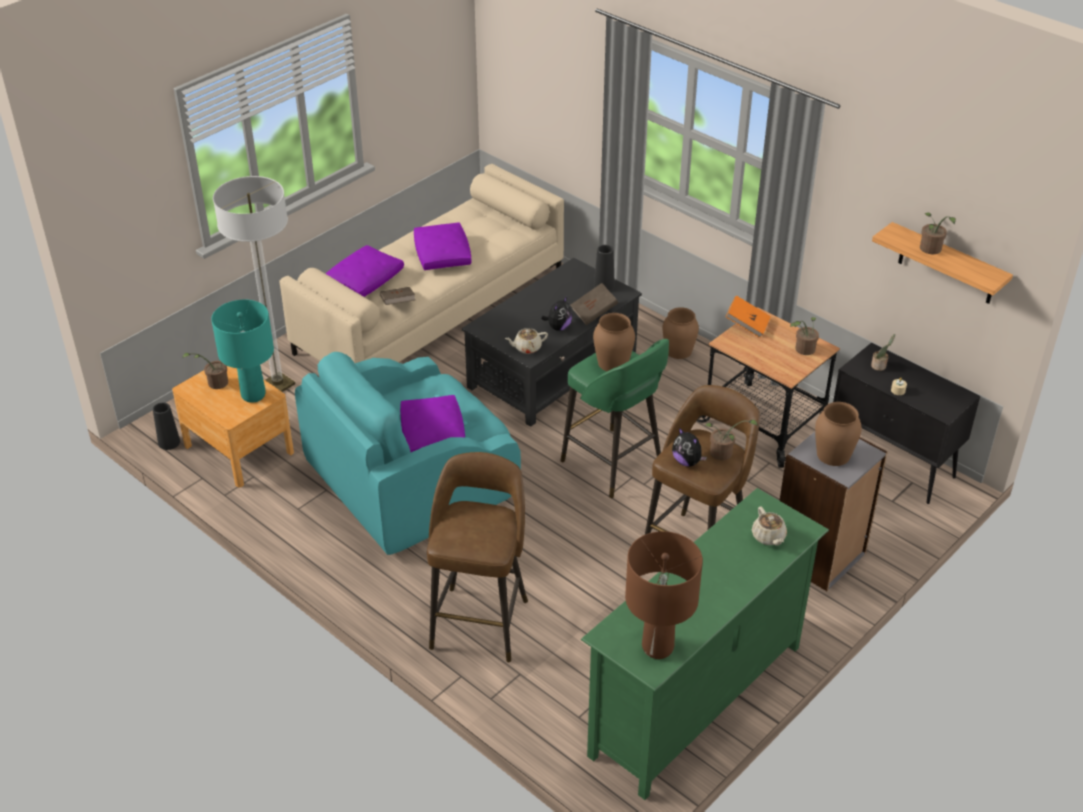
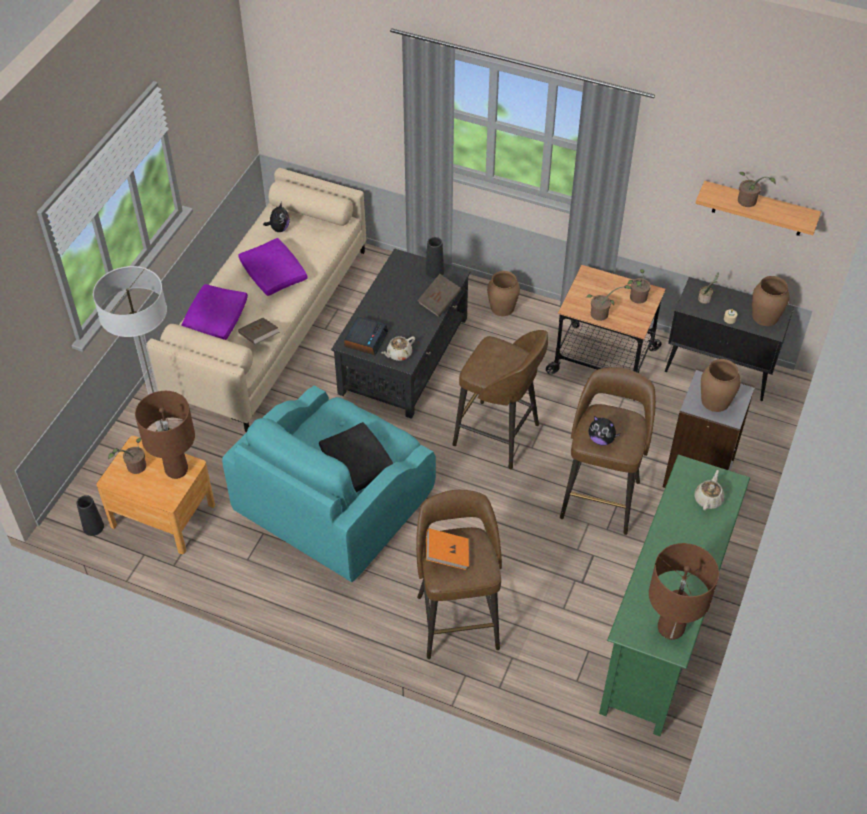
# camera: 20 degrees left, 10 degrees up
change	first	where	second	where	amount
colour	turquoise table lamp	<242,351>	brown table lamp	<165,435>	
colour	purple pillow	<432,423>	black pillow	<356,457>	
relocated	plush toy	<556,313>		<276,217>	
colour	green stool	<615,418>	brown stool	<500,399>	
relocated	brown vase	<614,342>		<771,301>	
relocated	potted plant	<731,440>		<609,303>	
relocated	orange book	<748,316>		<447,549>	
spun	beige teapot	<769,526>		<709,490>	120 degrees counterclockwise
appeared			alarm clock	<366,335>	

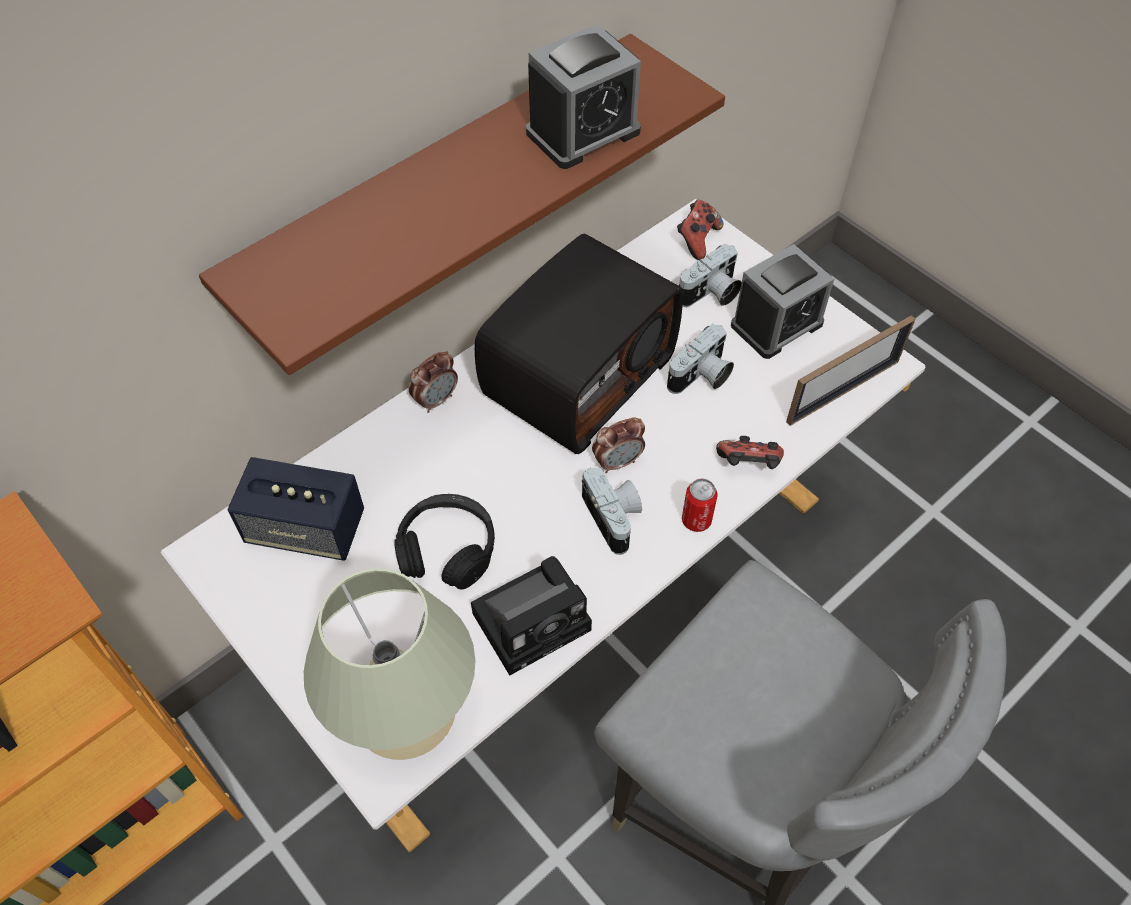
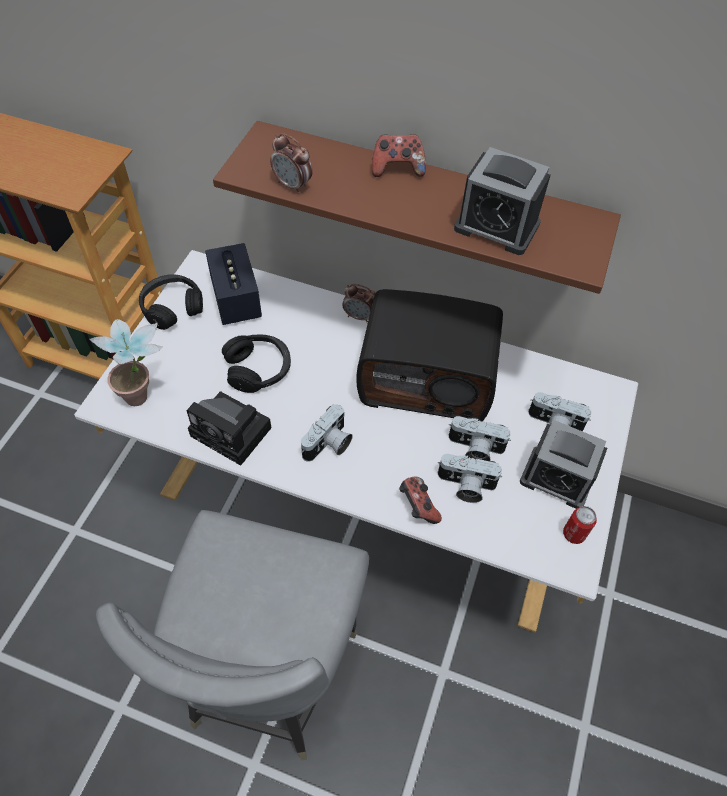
# camera: 60 degrees right, 0 degrees up
change	first	where	second	where	amount
exchanged	beige table lamp	<390,664>	potted plant	<126,362>	
relocated	alarm clock	<618,445>		<291,163>	
relocated	game controller	<700,230>		<399,155>	
relocated	can	<700,505>		<580,525>	
missing	picture frame	<850,370>			
appeared			black headphones	<171,302>	
appeared			photo camera	<470,478>	

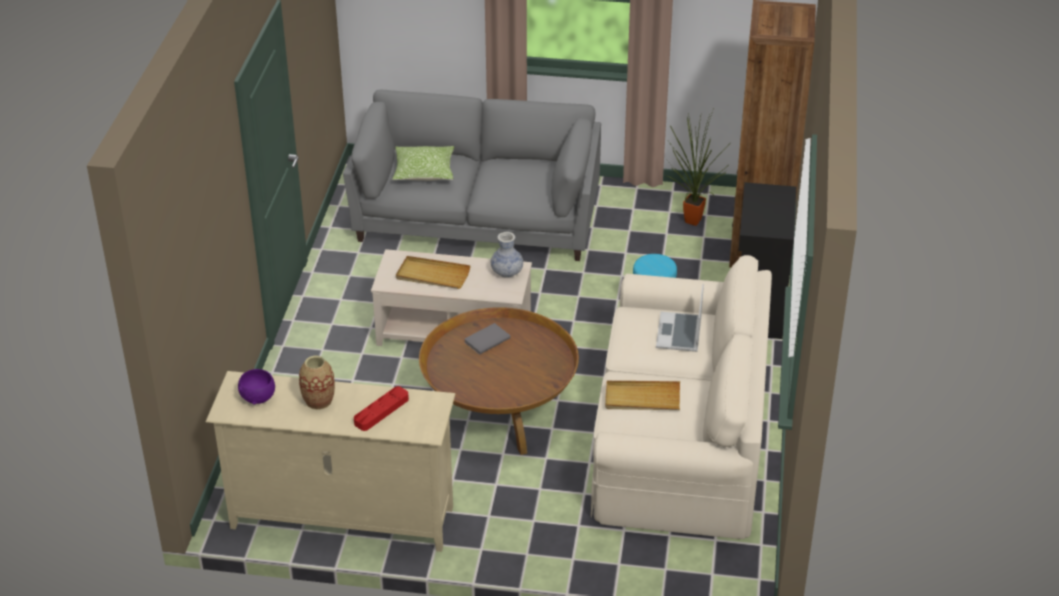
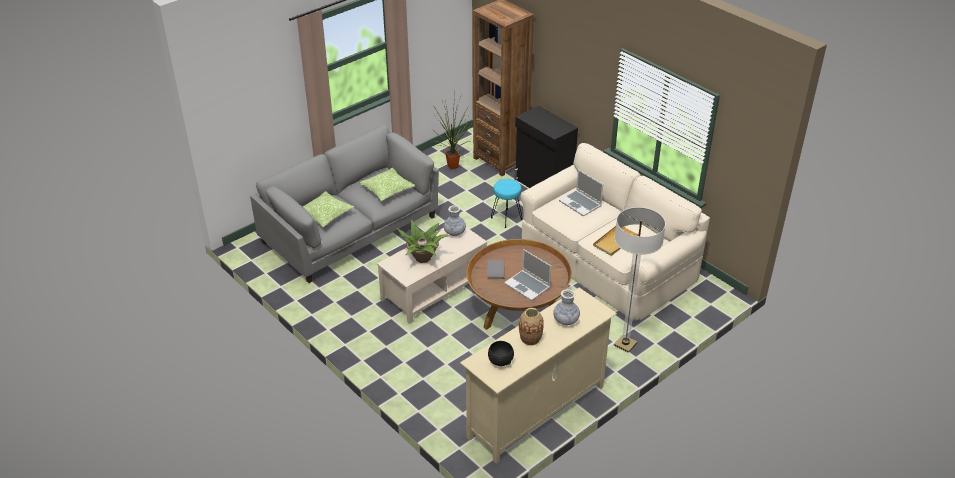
# camera: 50 degrees left, 0 degrees up
change	first	where	second	where	amount
colour	purple bowl	<256,387>	black bowl	<501,353>	
exchanged	red tray	<381,408>	vase	<566,307>	
exchanged	beige tray	<433,272>	potted plant	<424,241>	
appeared			pillow	<387,184>	
appeared			laptop	<527,275>	
appeared			floor lamp	<640,280>	

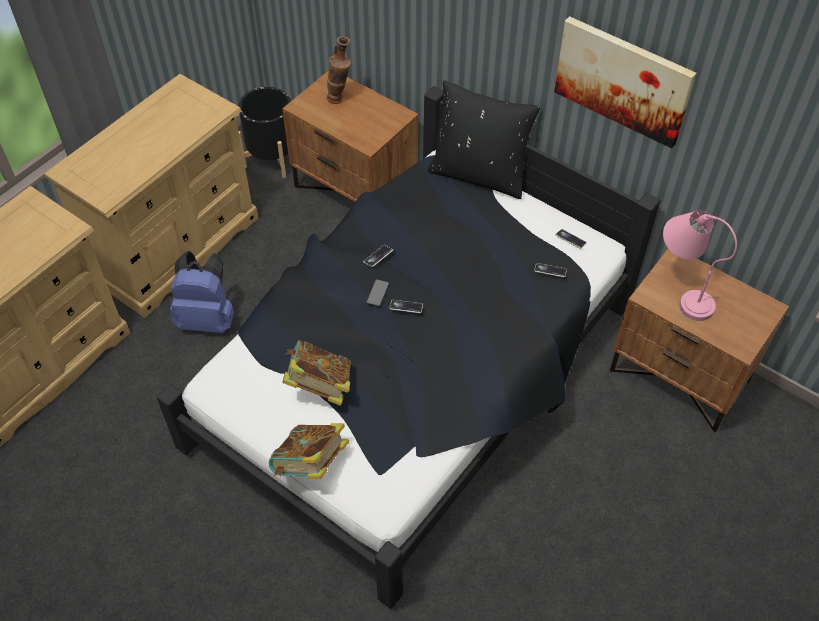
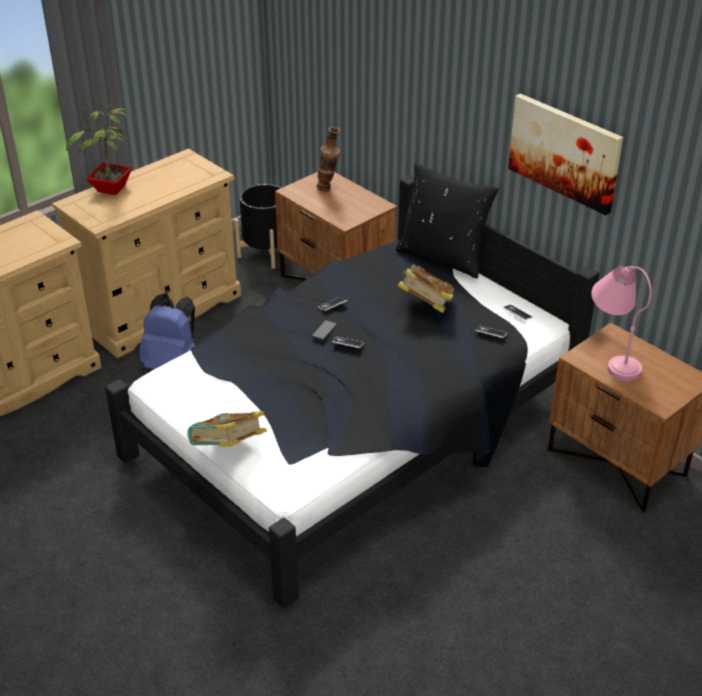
# camera: 10 degrees right, 15 degrees down
change	first	where	second	where	amount
relocated	book	<316,373>		<426,288>	
appeared			potted plant	<99,149>	

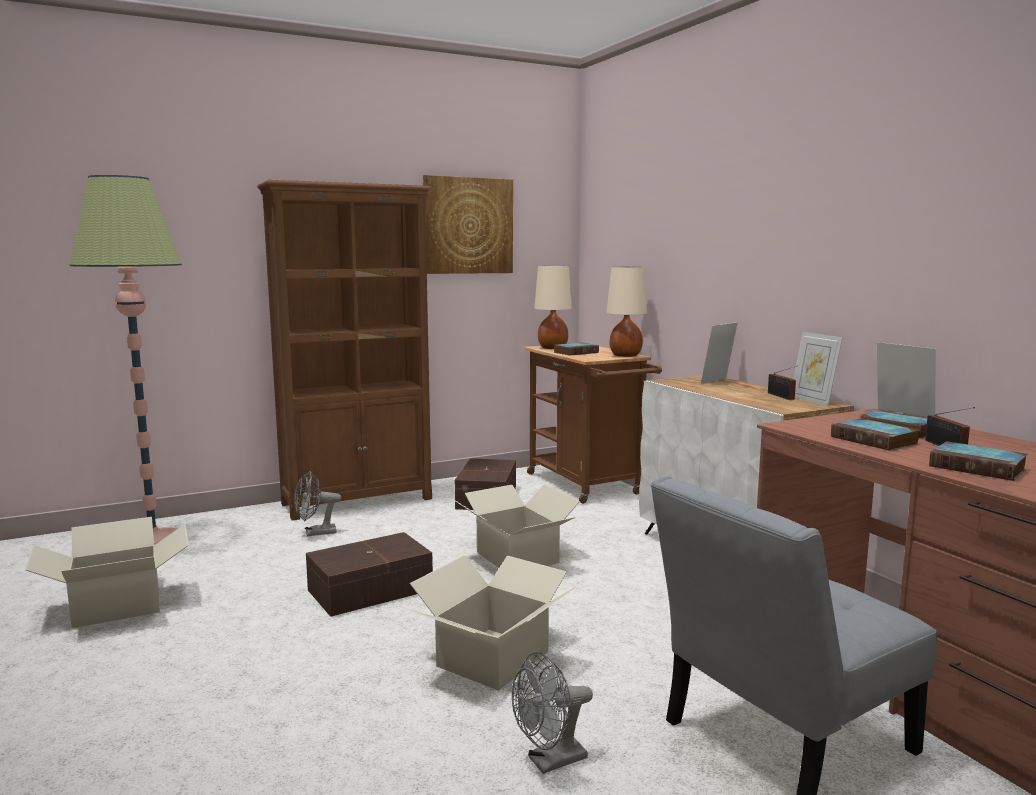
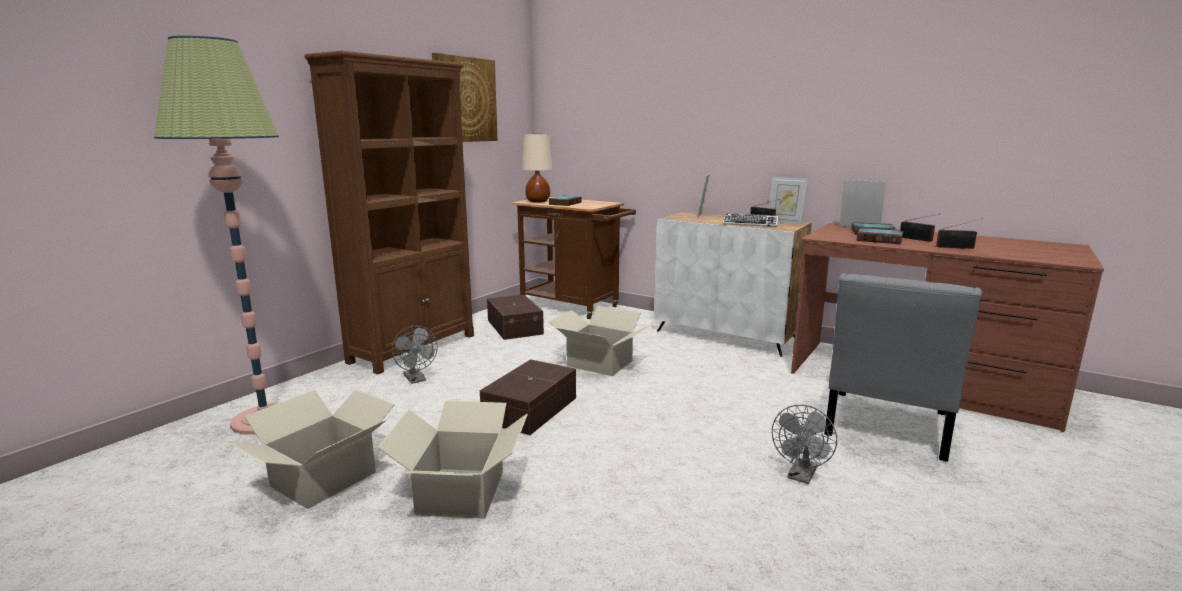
# camera: 30 degrees left, 5 degrees up
change	first	where	second	where	amount
spun	grey fan	<317,503>		<415,355>	75 degrees counterclockwise
relocated	cardboard box	<492,623>		<453,460>	
missing	beige table lamp	<627,312>			
exchanged	book	<978,461>	radio	<959,233>	
appeared			keyboard	<750,220>	

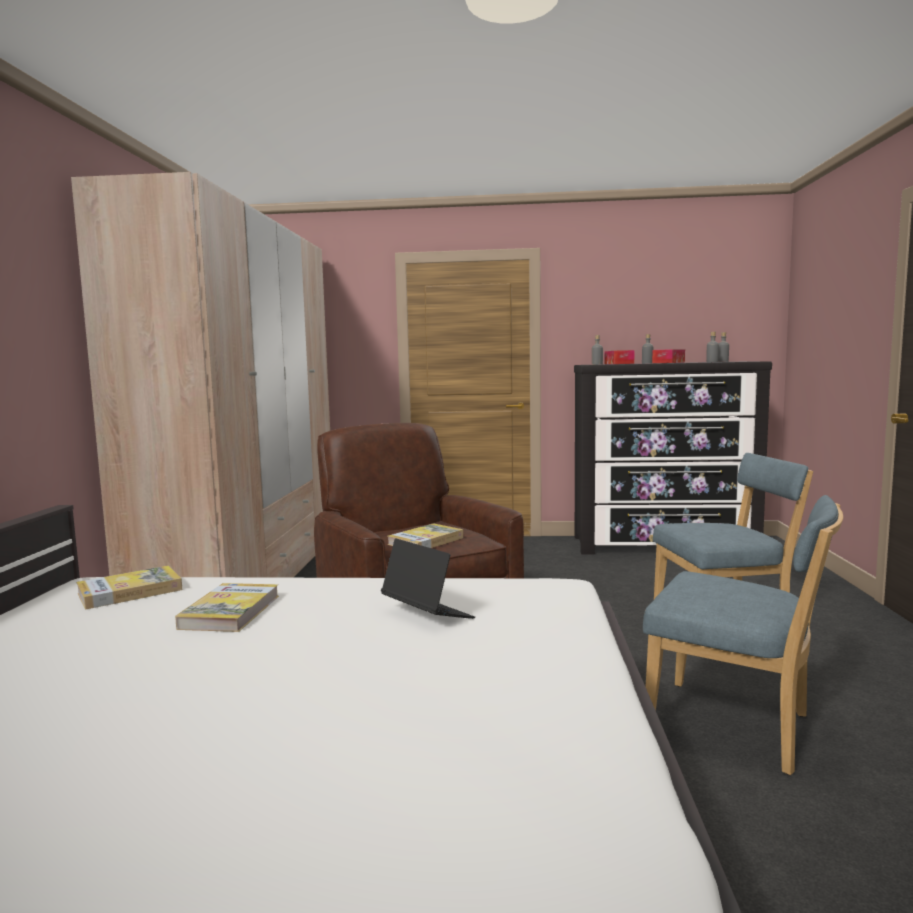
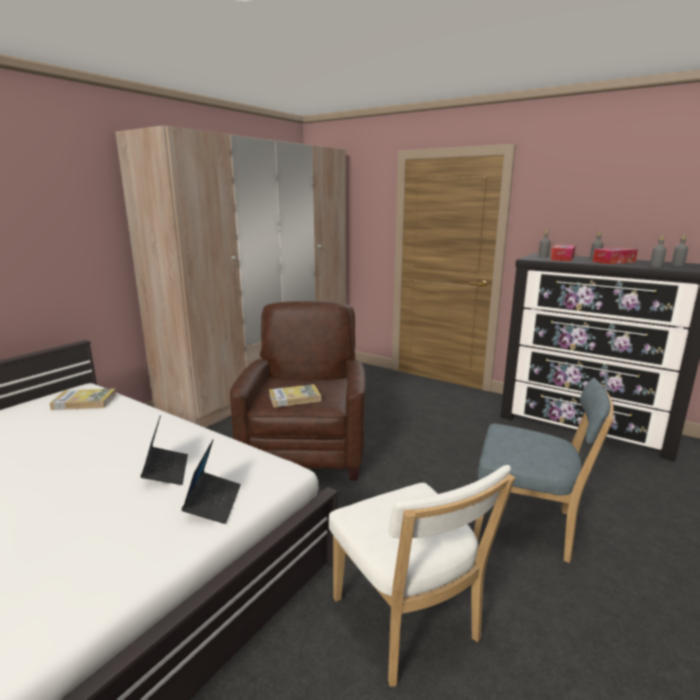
# camera: 30 degrees right, 10 degrees up
change	first	where	second	where	amount
missing	book	<227,607>			
colour	blue chair	<743,635>	white chair	<422,576>	
appeared			laptop	<211,481>	

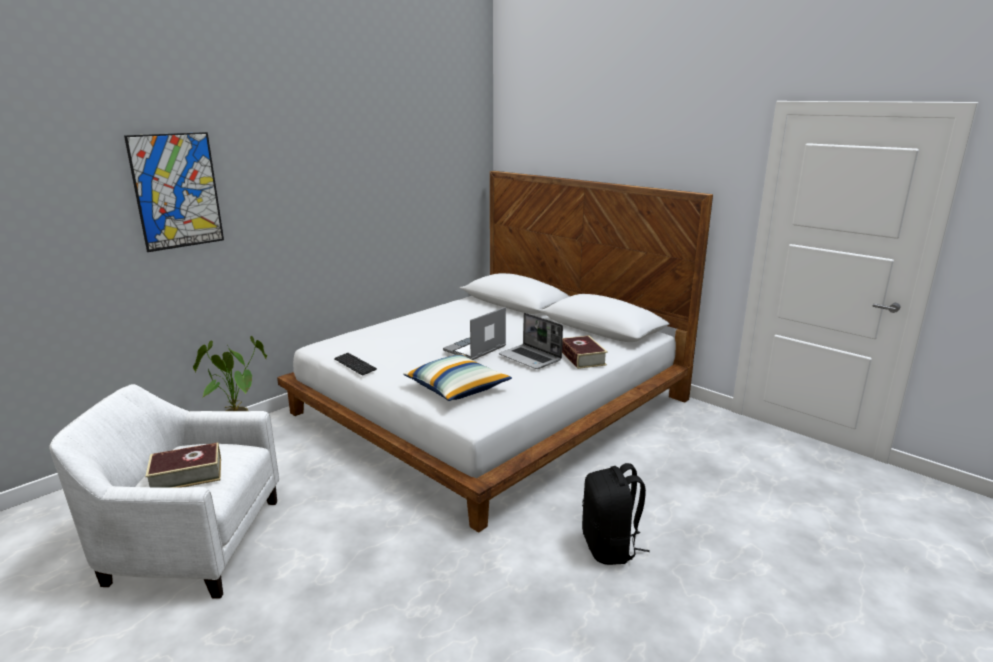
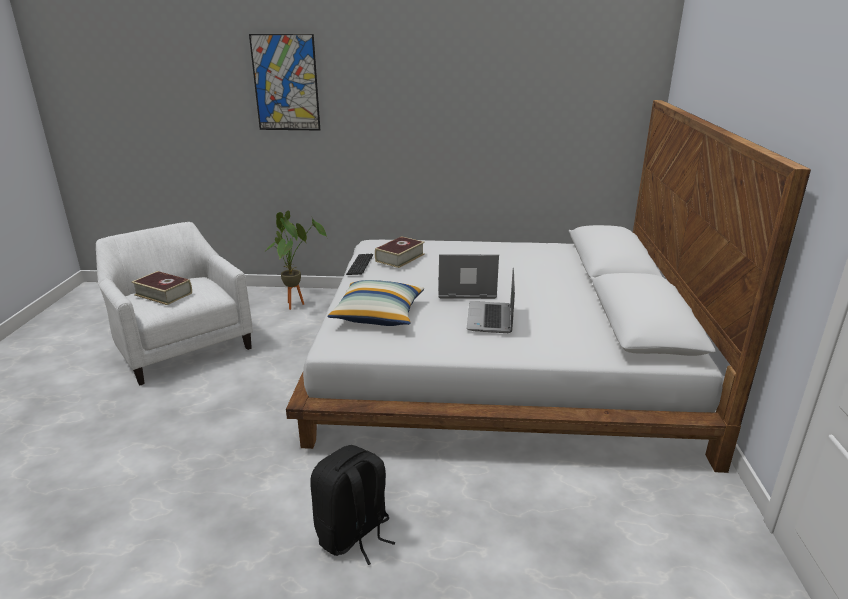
# camera: 50 degrees right, 5 degrees up
change	first	where	second	where	amount
relocated	book	<585,352>		<400,252>	

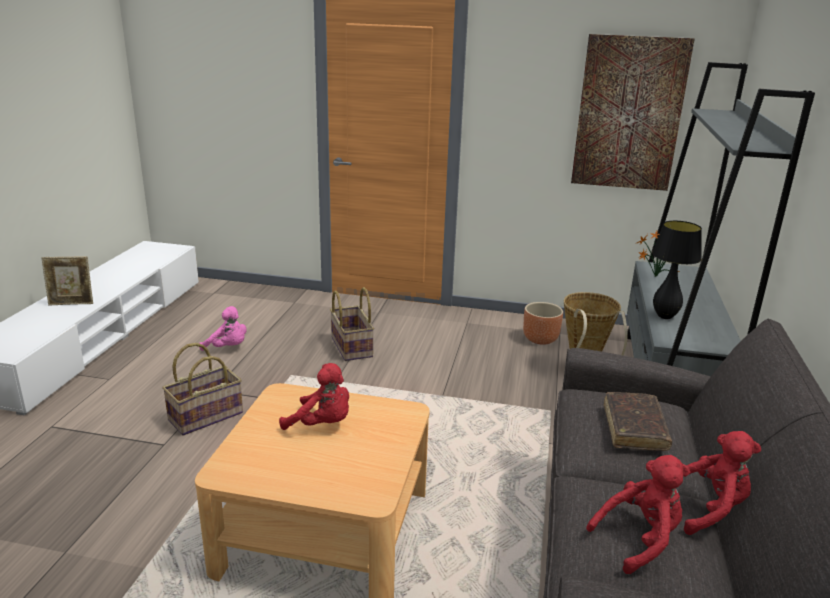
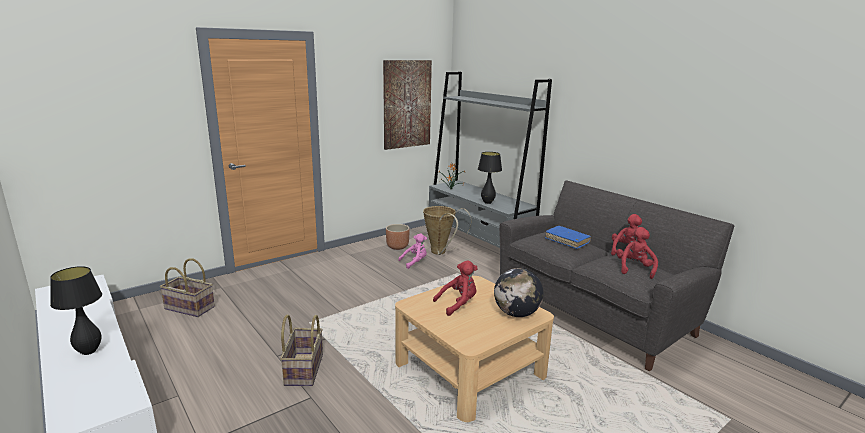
# camera: 50 degrees left, 5 degrees down
change	first	where	second	where	amount
exchanged	picture frame	<67,281>	black table lamp	<76,310>	
relocated	pink plush toy	<223,328>		<412,251>	
relocated	basket	<352,324>		<187,287>	
colour	brown book	<638,421>	blue book	<568,237>	
appeared			globe	<518,292>	

